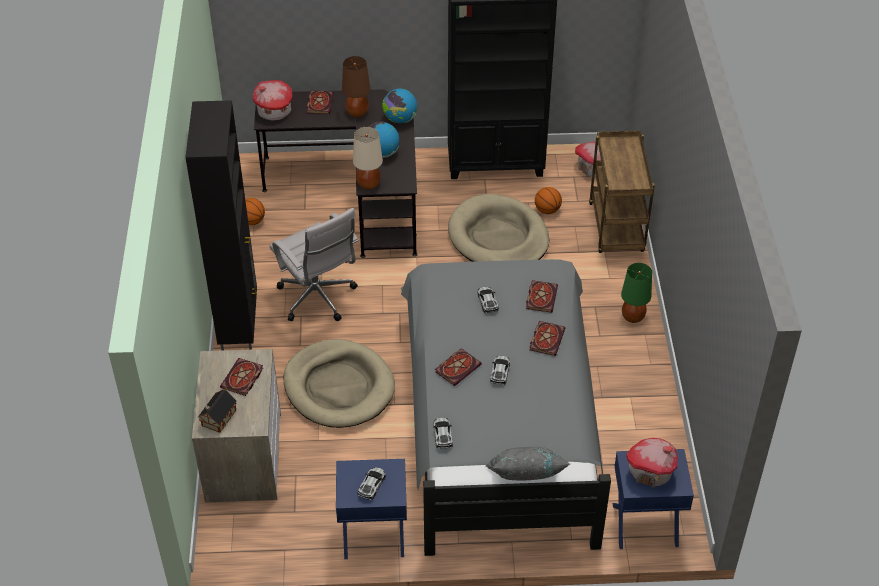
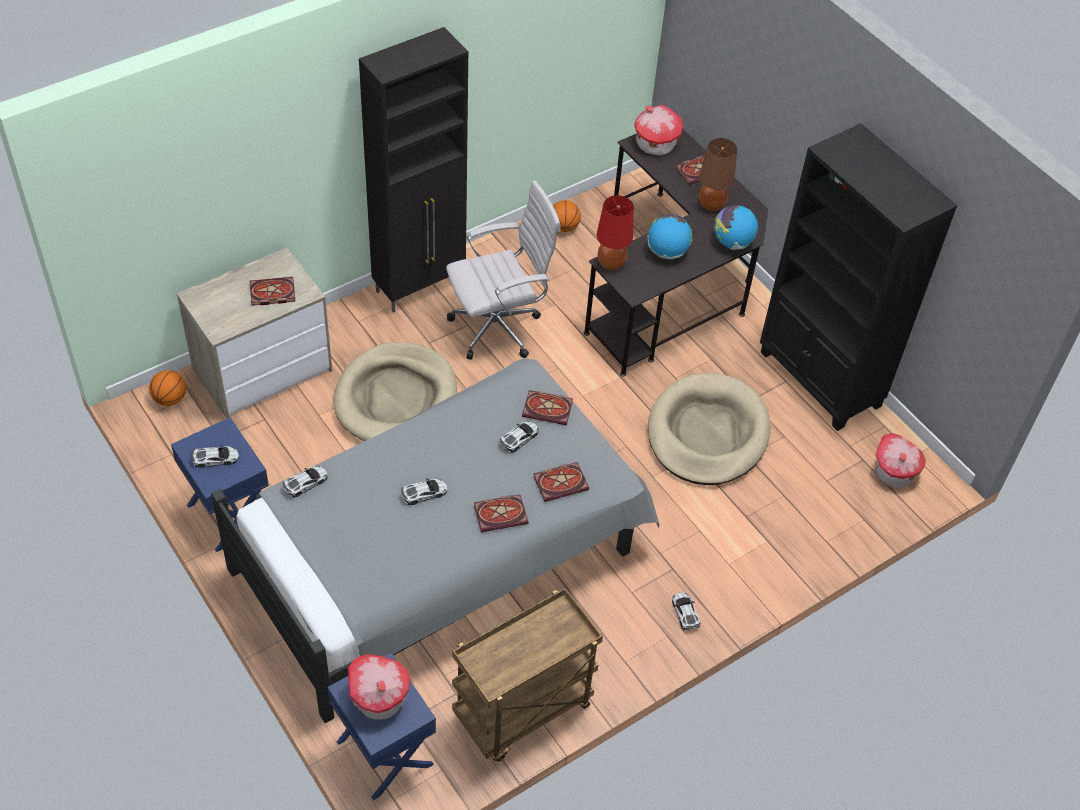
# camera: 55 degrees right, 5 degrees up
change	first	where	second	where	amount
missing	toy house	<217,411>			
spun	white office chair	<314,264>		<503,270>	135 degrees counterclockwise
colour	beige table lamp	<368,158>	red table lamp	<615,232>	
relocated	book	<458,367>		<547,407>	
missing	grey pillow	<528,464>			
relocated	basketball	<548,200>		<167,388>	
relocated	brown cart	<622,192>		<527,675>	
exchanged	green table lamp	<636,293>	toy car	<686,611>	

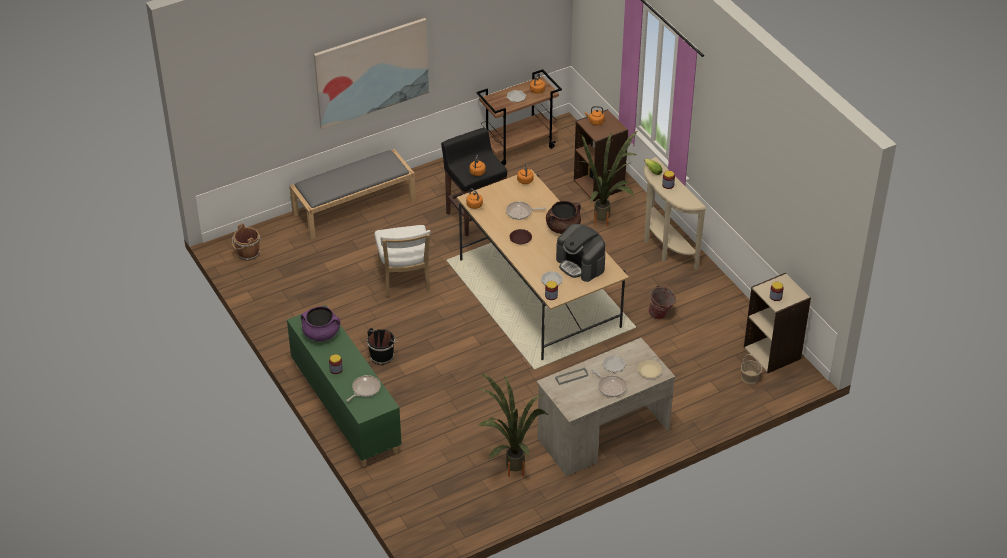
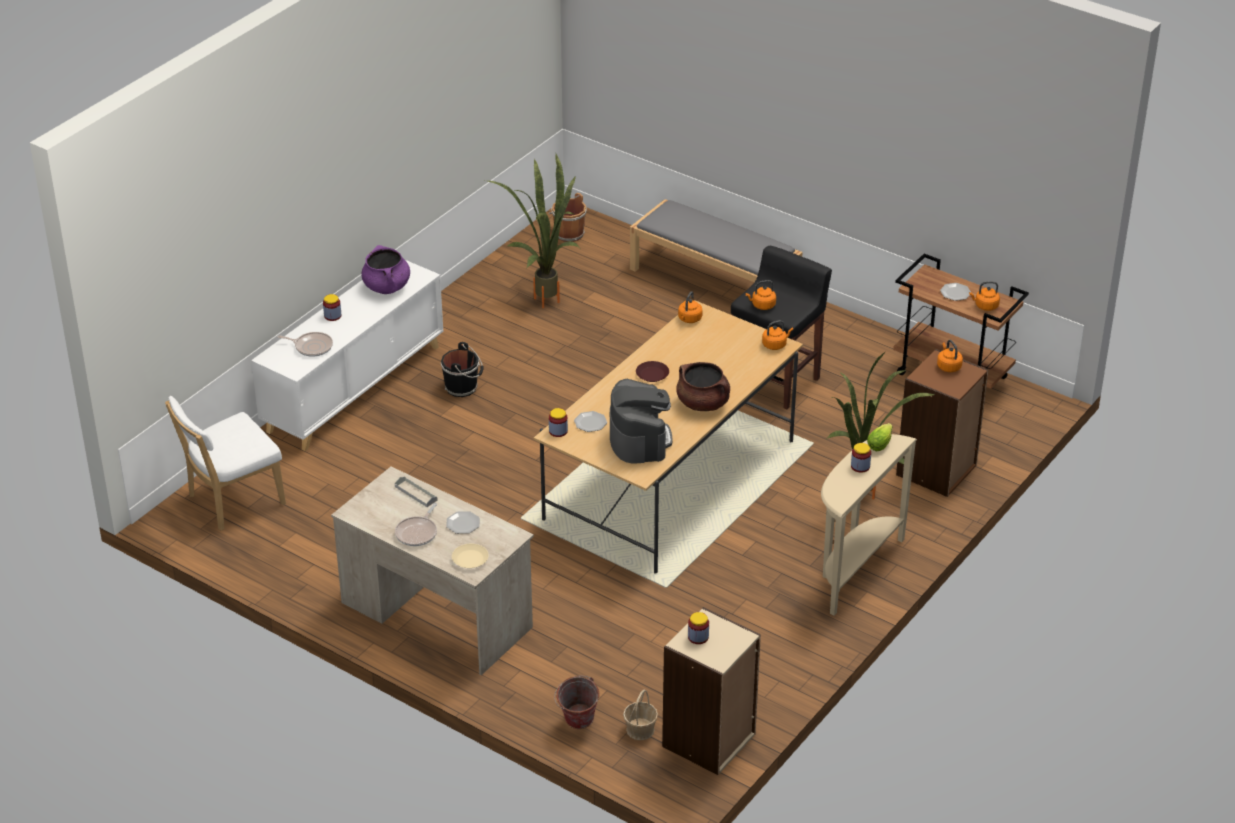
# camera: 65 degrees right, 5 degrees down
change	first	where	second	where	amount
colour	green cabinet	<344,386>	white cabinet	<347,355>	
missing	picture	<371,73>			
relocated	white chair	<403,261>		<225,463>	
relocated	potted plant	<513,425>		<533,230>	
missing	frying pan	<526,210>			
spun	coffee machine	<580,253>		<641,421>	150 degrees clockwise
relocated	bucket	<662,302>		<576,702>	

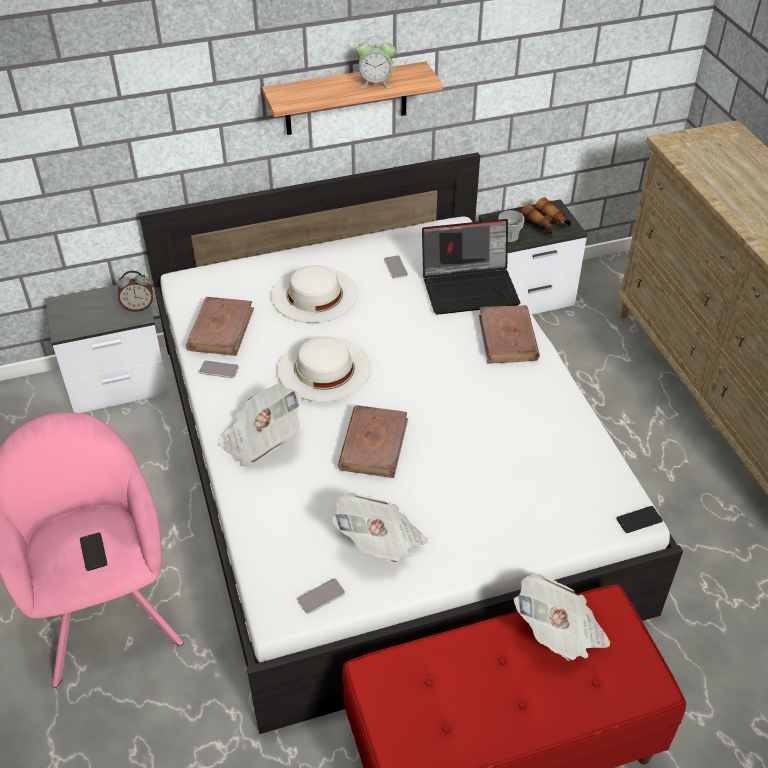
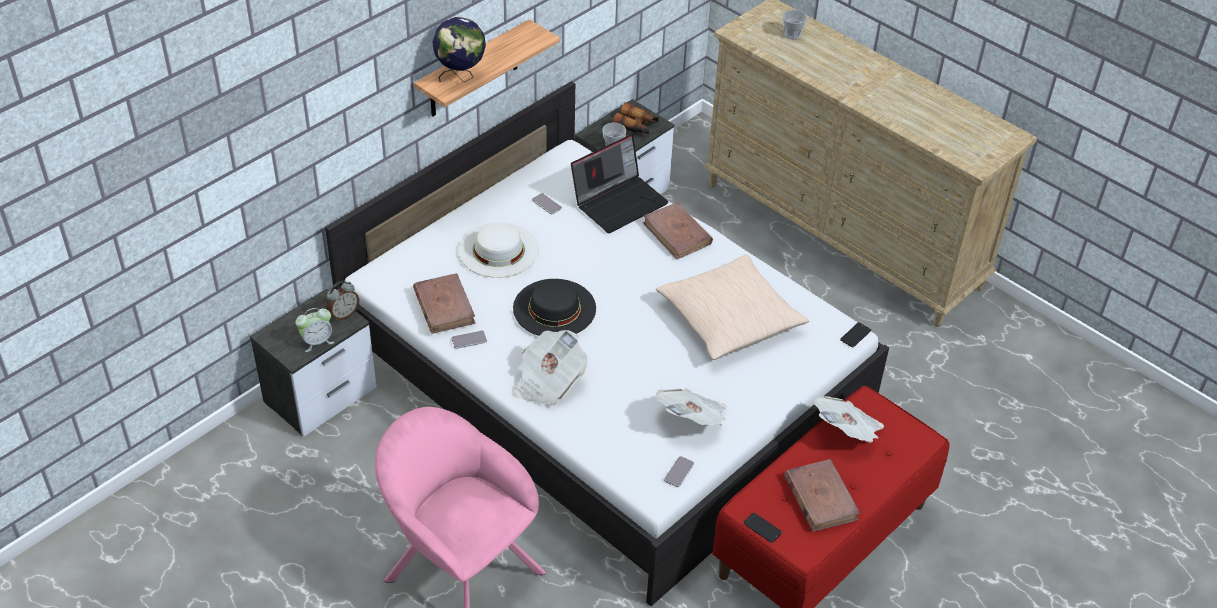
# camera: 30 degrees left, 0 degrees up
change	first	where	second	where	amount
relocated	phone	<93,552>		<762,528>	
colour	white hat	<324,369>	black hat	<554,307>	
relocated	brown book	<373,441>		<822,495>	
relocated	alarm clock	<376,62>		<314,330>	
appeared			globe	<459,50>	
appeared			beige pillow	<732,307>	
appeared			cup	<795,25>	

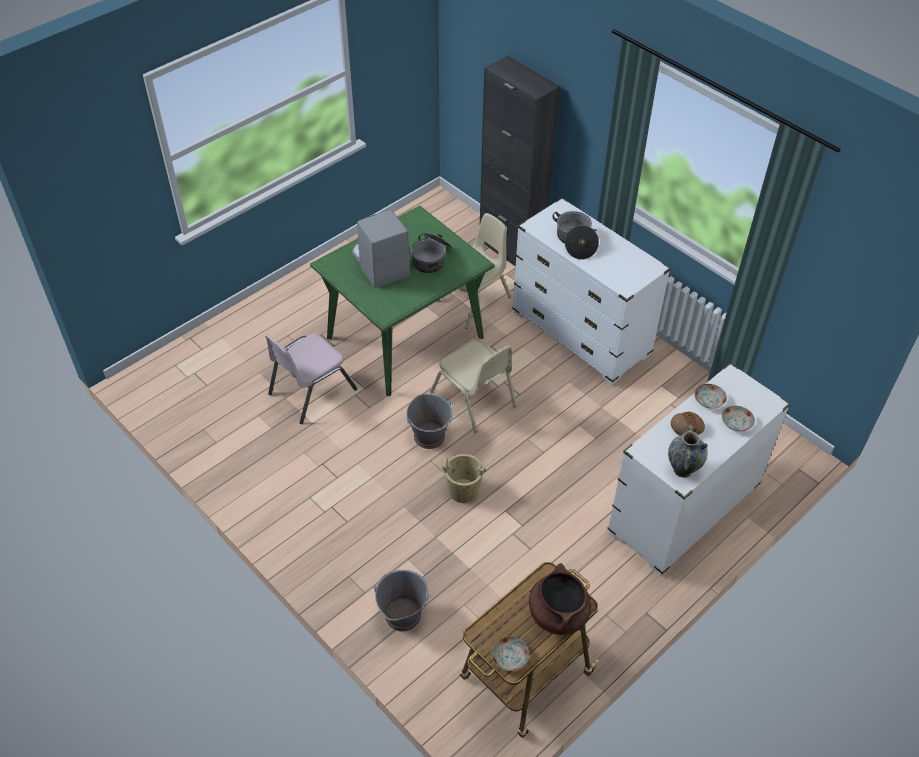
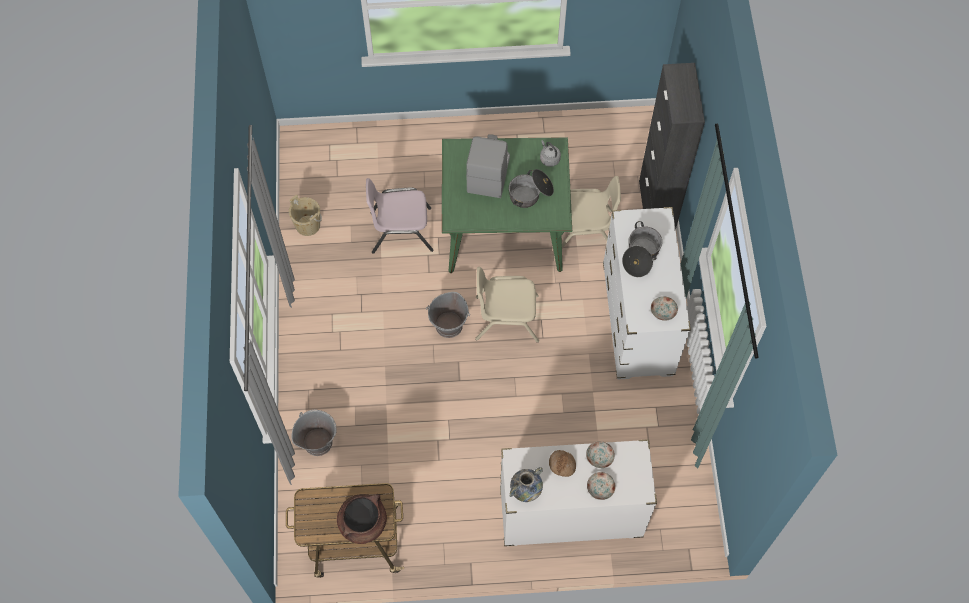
# camera: 40 degrees right, 15 degrees up
change	first	where	second	where	amount
spun	beige chair	<473,387>		<507,305>	90 degrees clockwise
relocated	beige bucket	<464,478>		<305,215>	
relocated	plate	<510,653>		<664,308>	
appeared			grey kettle	<550,153>	

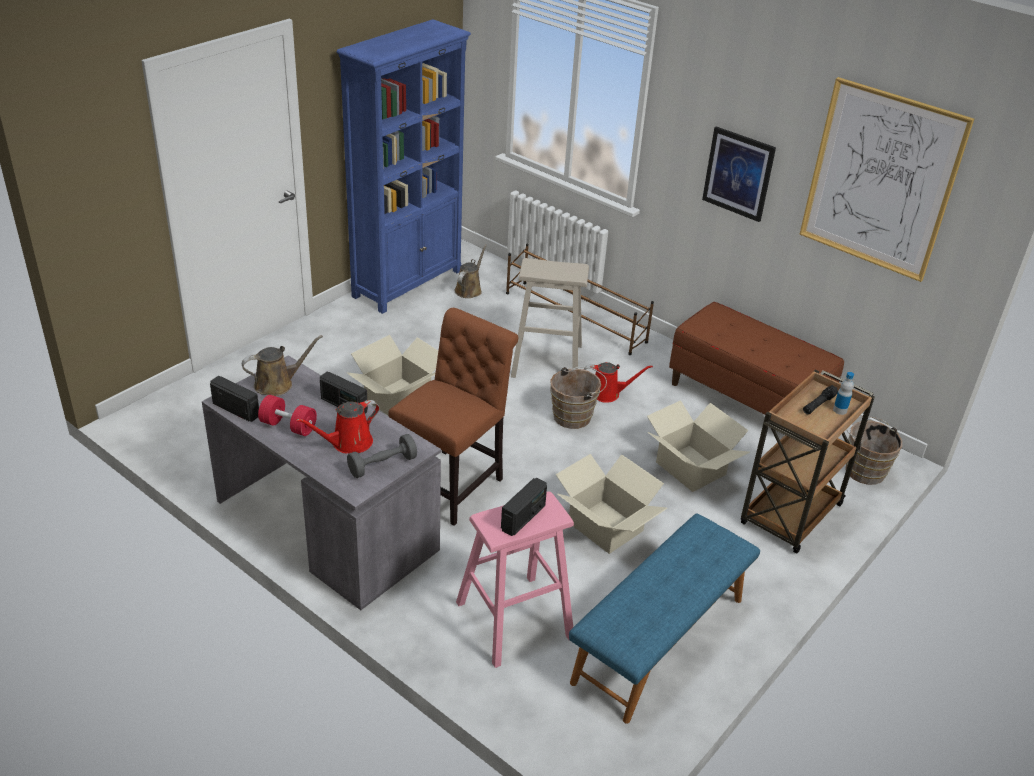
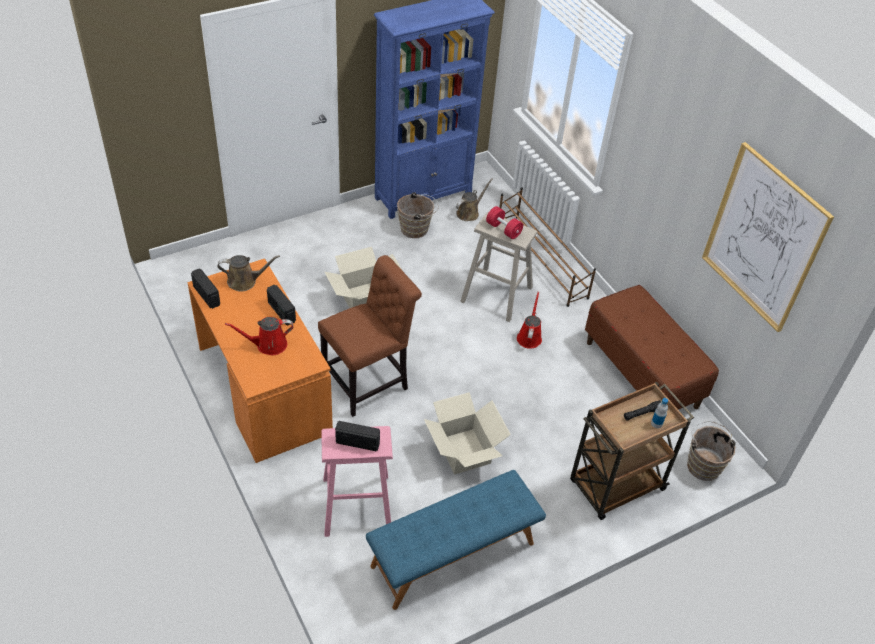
# camera: 20 degrees right, 10 degrees up
change	first	where	second	where	amount
colour	grey desk	<321,482>	orange desk	<260,361>	
relocated	red dumbbell	<287,415>		<504,222>	
missing	grey dumbbell	<382,456>			
spun	radio	<524,507>		<357,436>	135 degrees counterclockwise
relocated	brown bucket	<578,398>		<418,215>	
spun	red watering can	<618,382>		<529,320>	105 degrees counterclockwise
missing	cardboard box	<698,446>			
missing	picture	<739,174>			

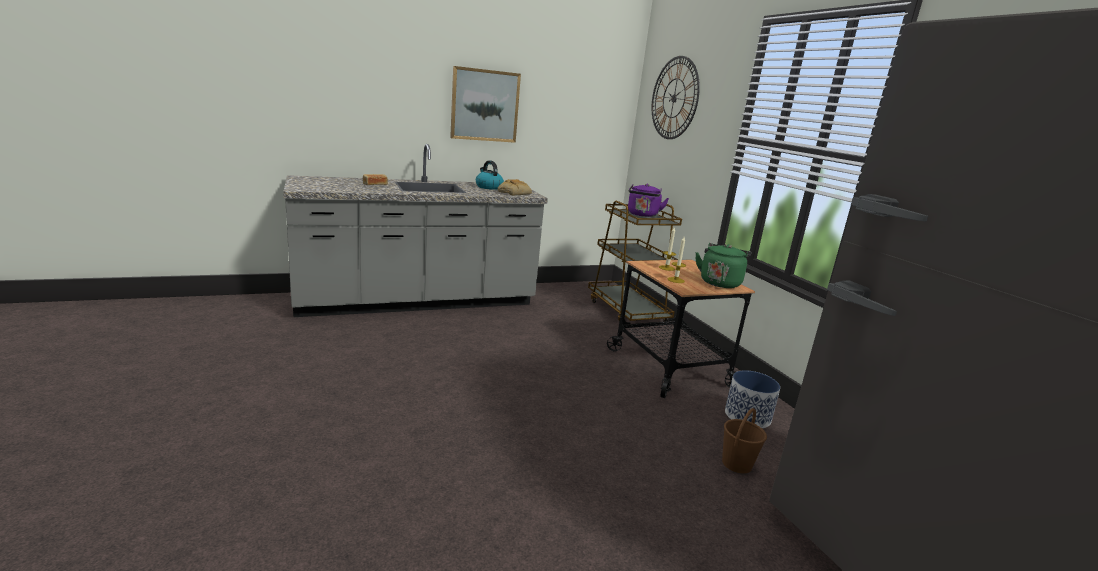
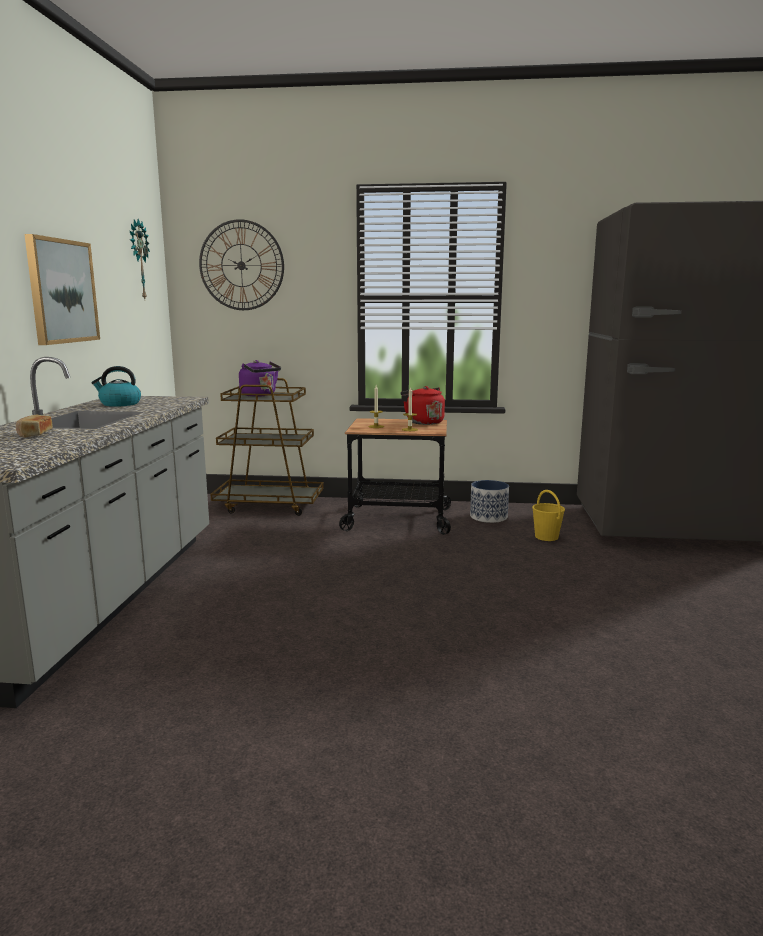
# camera: 60 degrees left, 5 degrees down
change	first	where	second	where	amount
missing	bread	<515,187>			
colour	green kettle	<723,265>	red kettle	<422,405>	
colour	brown bucket	<744,440>	yellow bucket	<548,515>	
appeared			wall clock	<140,259>	

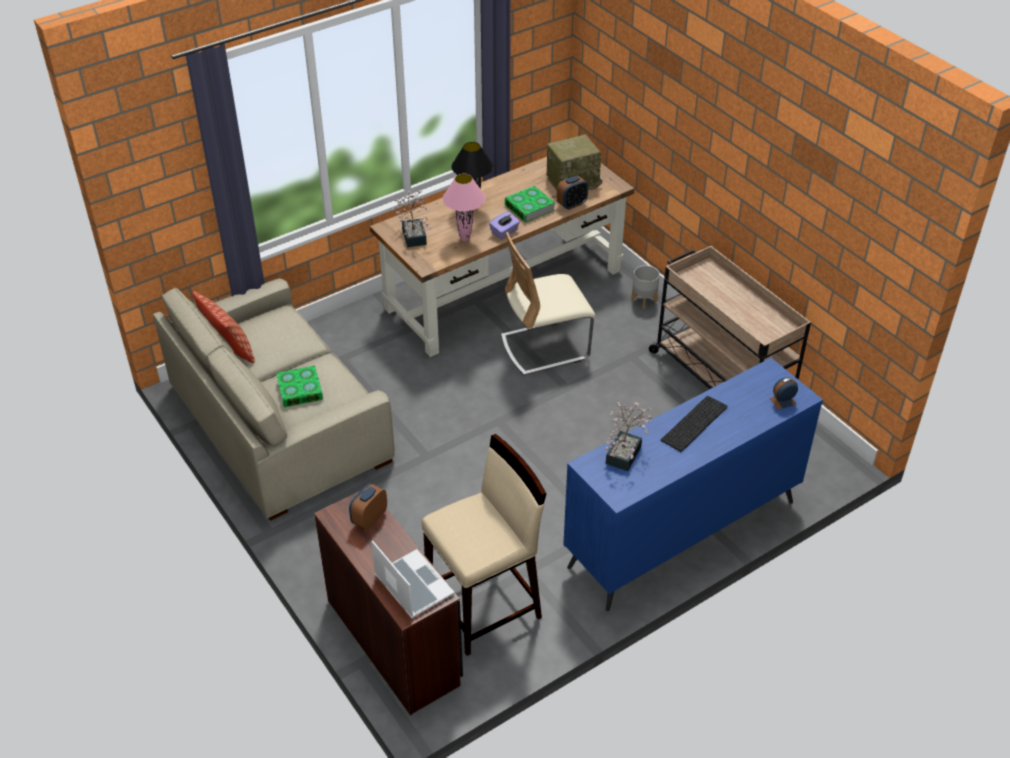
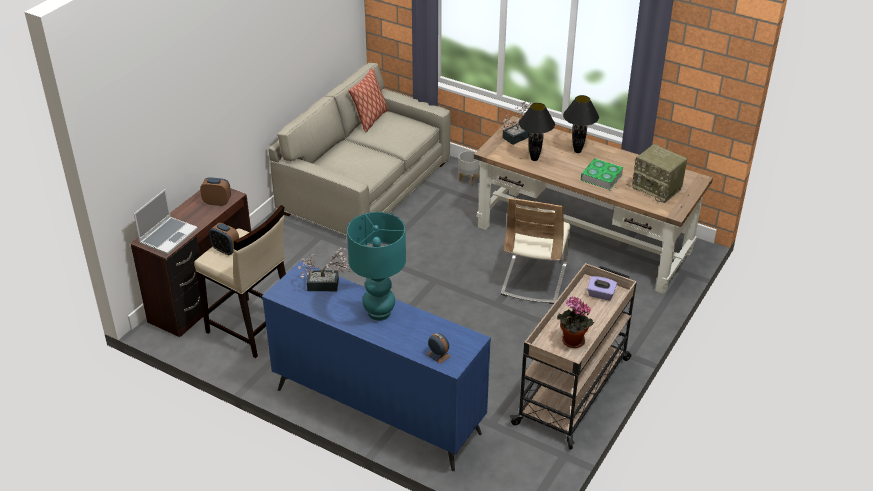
# camera: 65 degrees right, 5 degrees down
change	first	where	second	where	amount
missing	book	<299,386>			
colour	pink table lamp	<464,208>	black table lamp	<537,132>	
relocated	purple tissue box	<504,225>		<602,288>	
spun	beige chair	<548,304>		<535,251>	120 degrees counterclockwise
relocated	alarm clock	<572,192>		<224,239>	
relocated	grey planter	<645,287>		<469,168>	
exchanged	keyboard	<694,424>	turquoise table lamp	<376,266>	
appeared			potted plant	<575,322>	

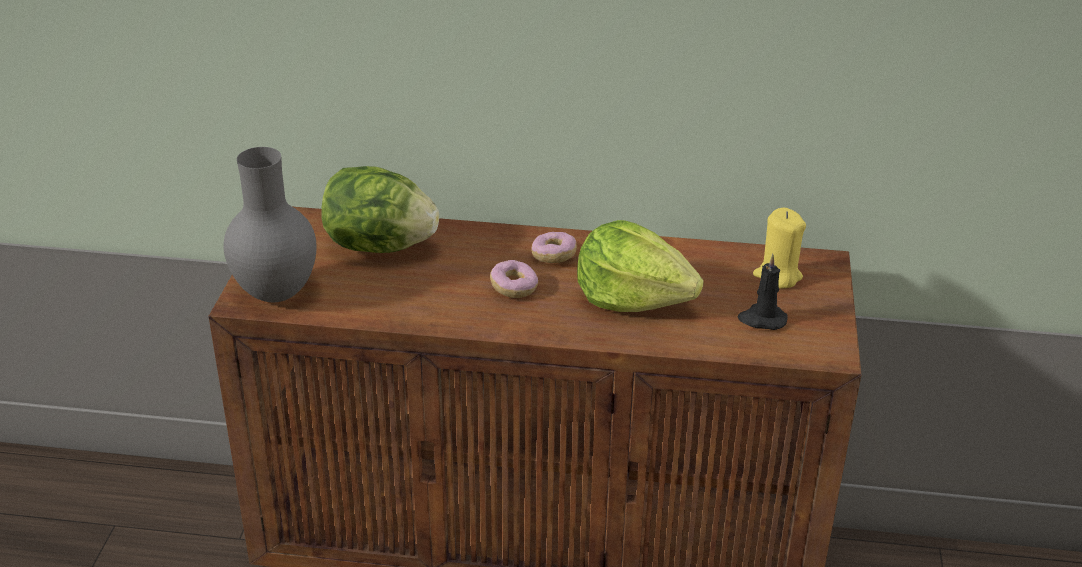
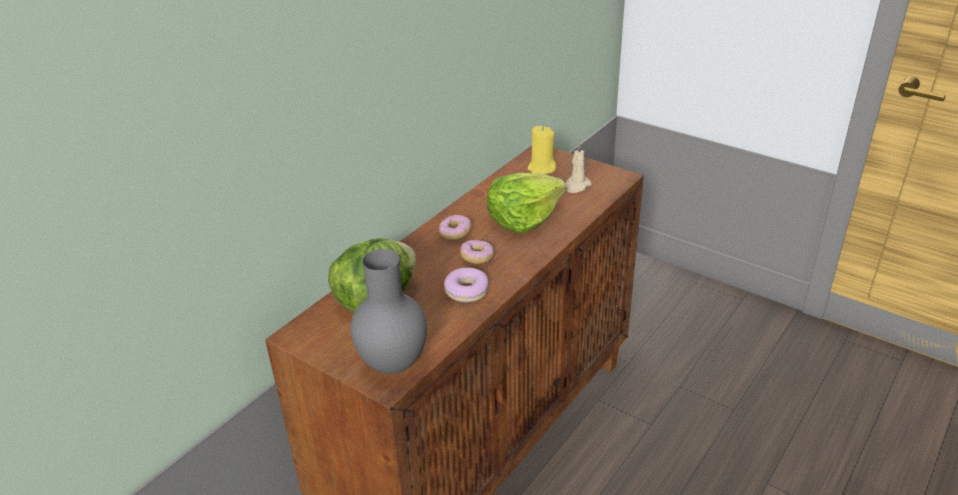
# camera: 60 degrees left, 0 degrees up
change	first	where	second	where	amount
colour	black candle	<762,292>	beige candle	<578,168>	
appeared			donut	<466,285>	

